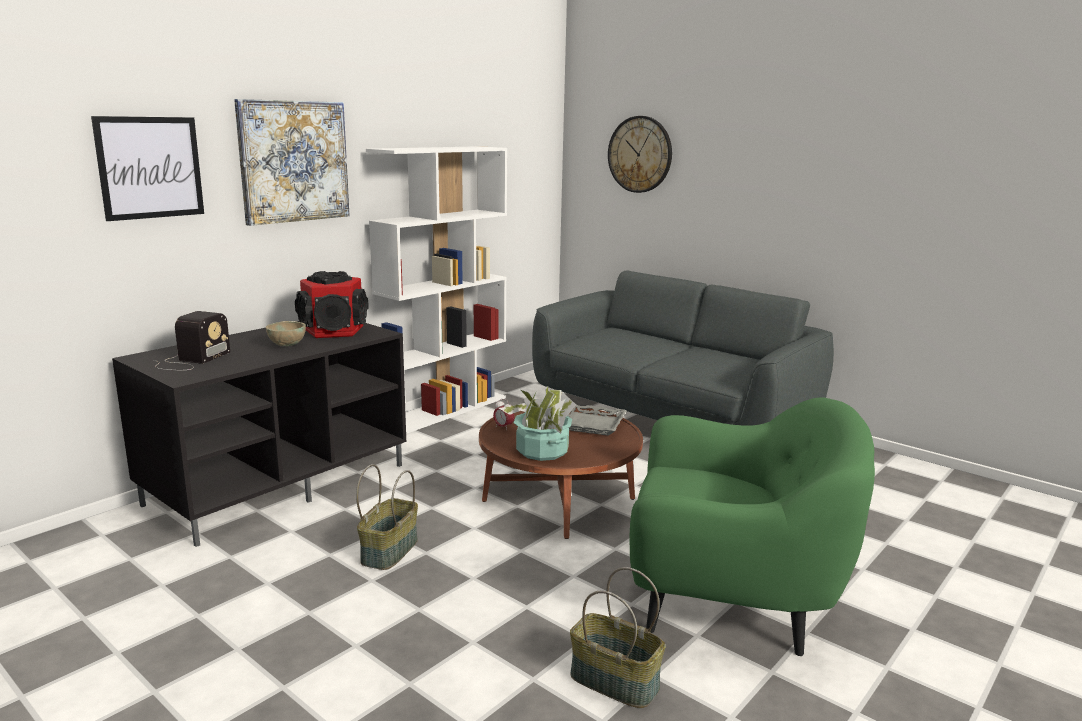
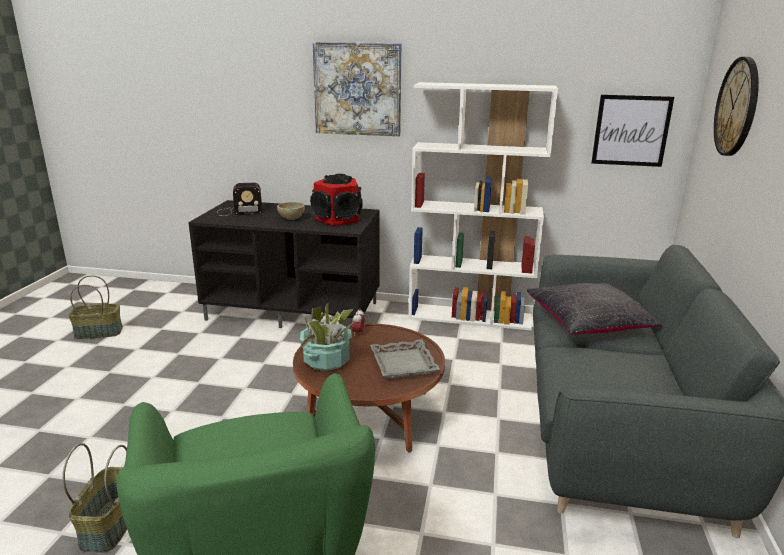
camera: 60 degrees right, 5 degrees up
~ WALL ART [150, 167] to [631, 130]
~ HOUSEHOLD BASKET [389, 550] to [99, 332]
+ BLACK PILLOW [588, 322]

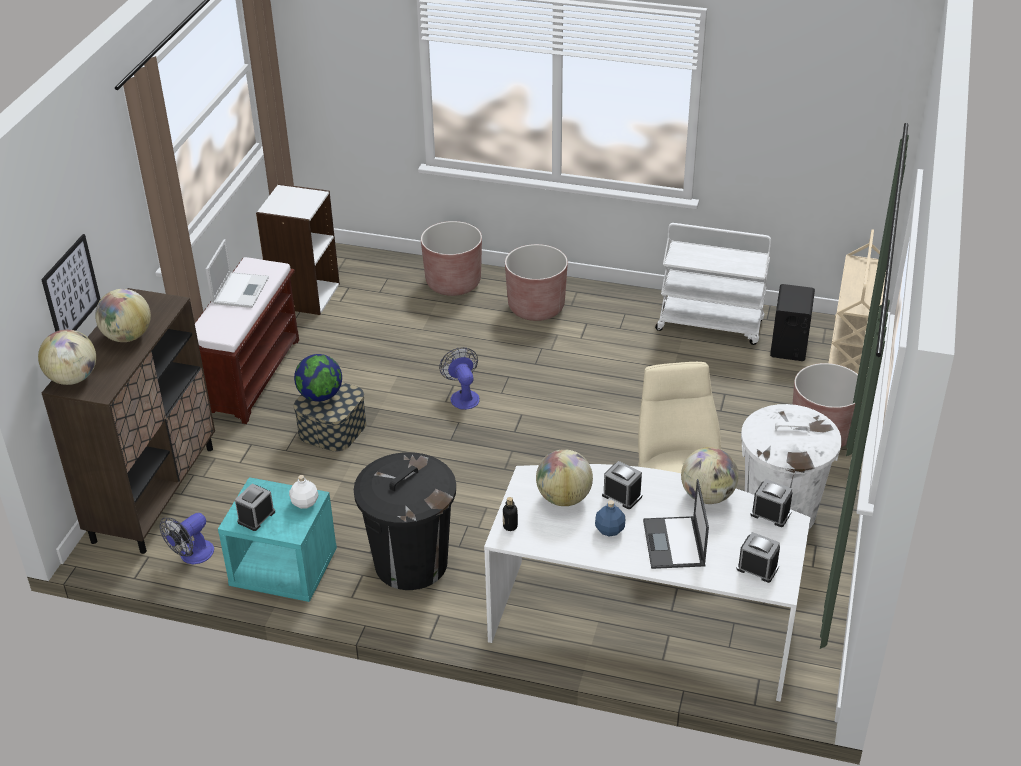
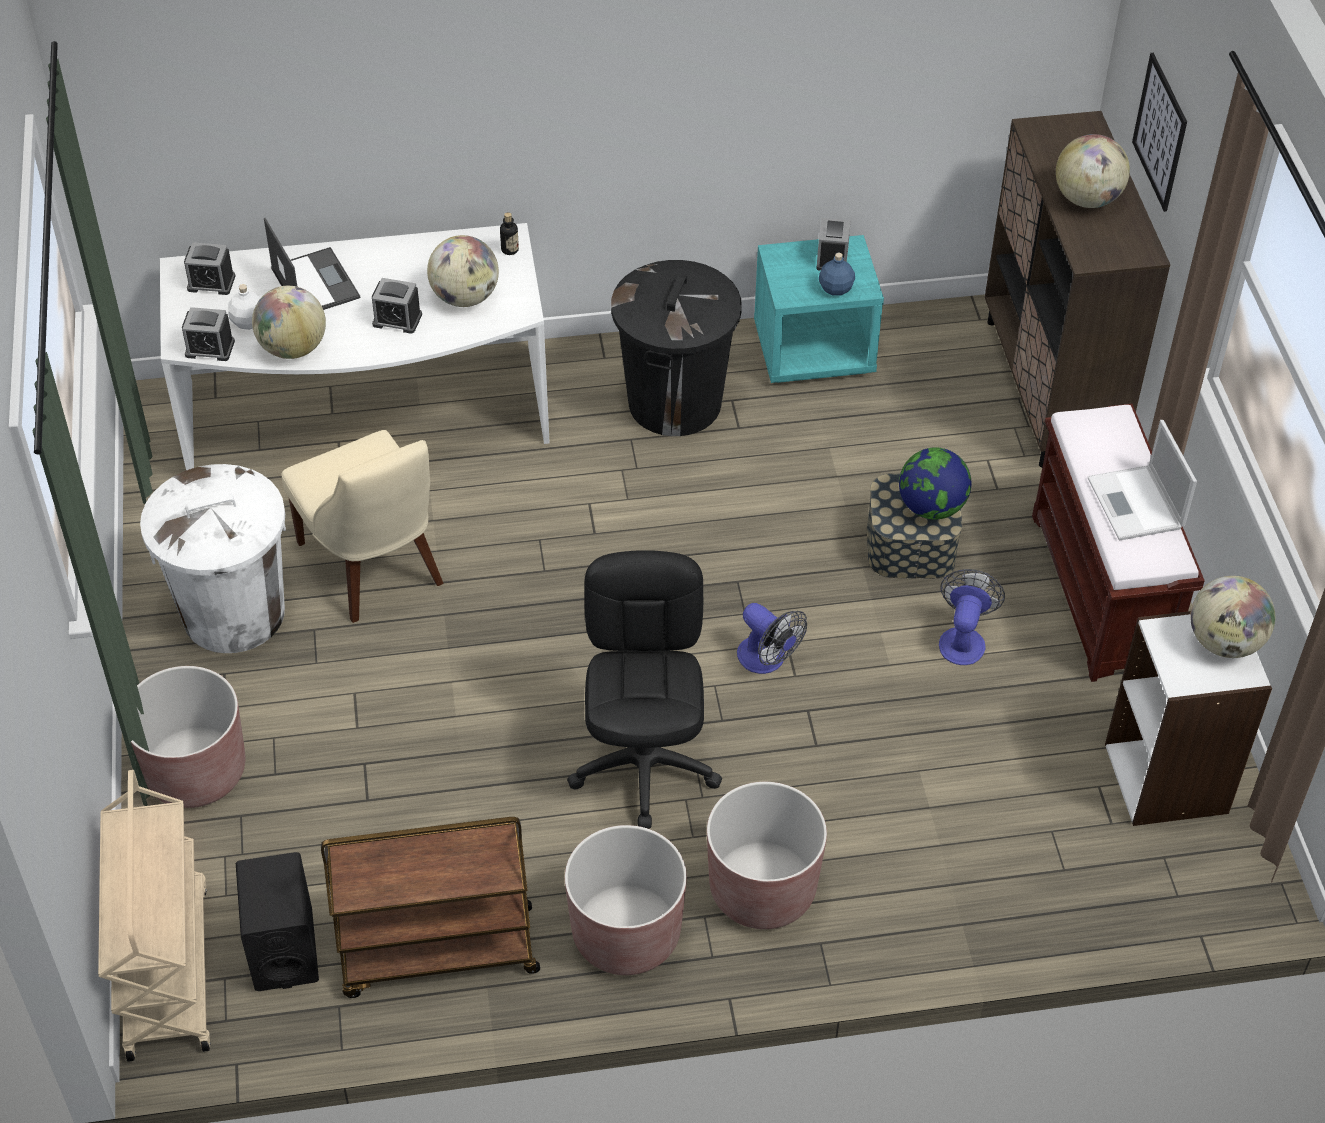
camera: 155 degrees right, 10 degrees up
~ GLOBE [73, 378] to [1224, 643]
~ FAN [192, 556] to [963, 639]
~ WHITE DRINK BOTTLE [305, 502] to [249, 322]
~ BROWN-COLOURED FLOWER POT [453, 283] to [626, 934]
~ BLUE DRINK BOTTLE [610, 529] to [835, 289]
~ WHITE CART [710, 325] to BROWN-COLOURED CART [437, 953]
+ BLACK COMPUTER CHAIR [645, 765]

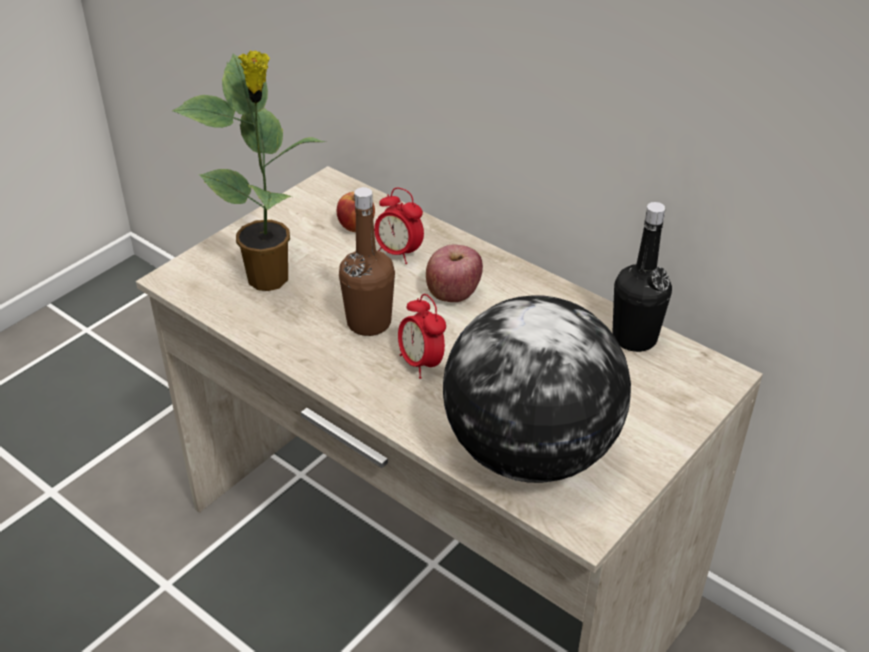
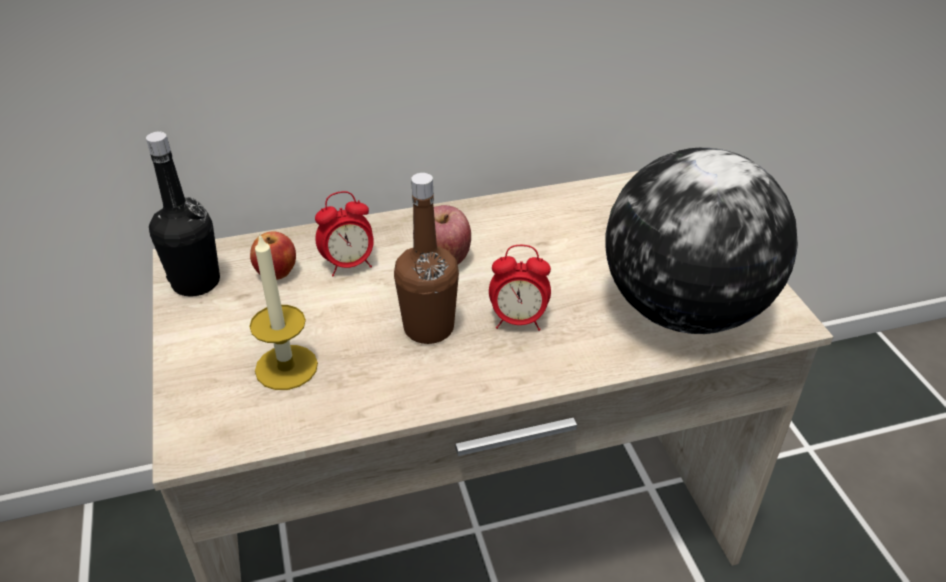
camera: 55 degrees left, 0 degrees up
~ HOUSEPLANT [270, 279] to WAX LIGHT [286, 367]
~ BLACK DRINK BOTTLE [634, 338] to [196, 282]

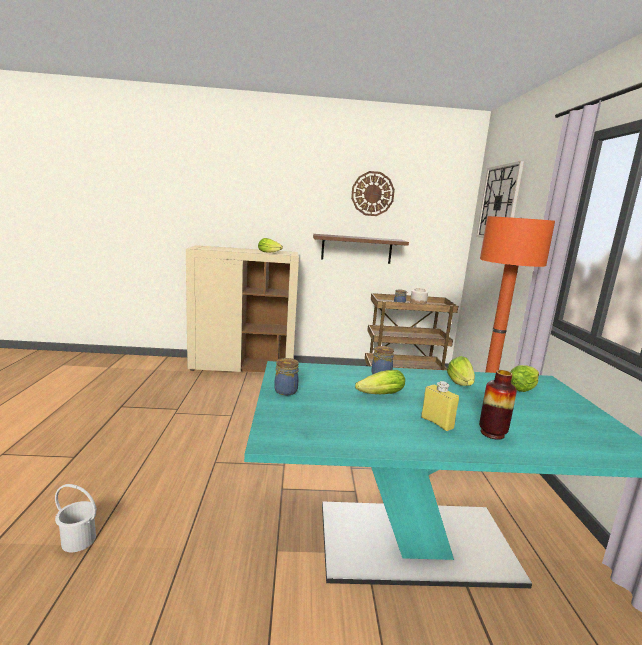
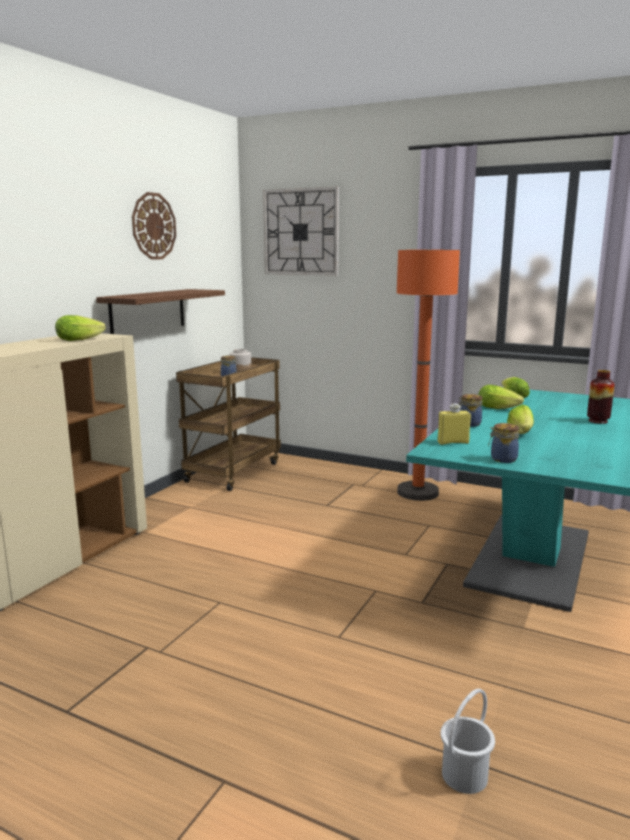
camera: 60 degrees left, 0 degrees up
~ YELLOWISH DRINK BOTTLE [437, 423] to [453, 442]

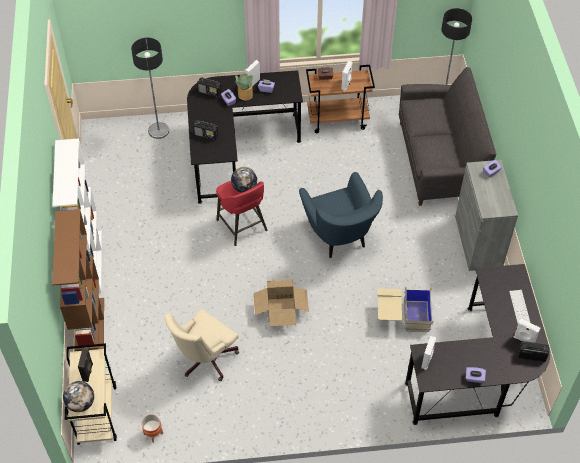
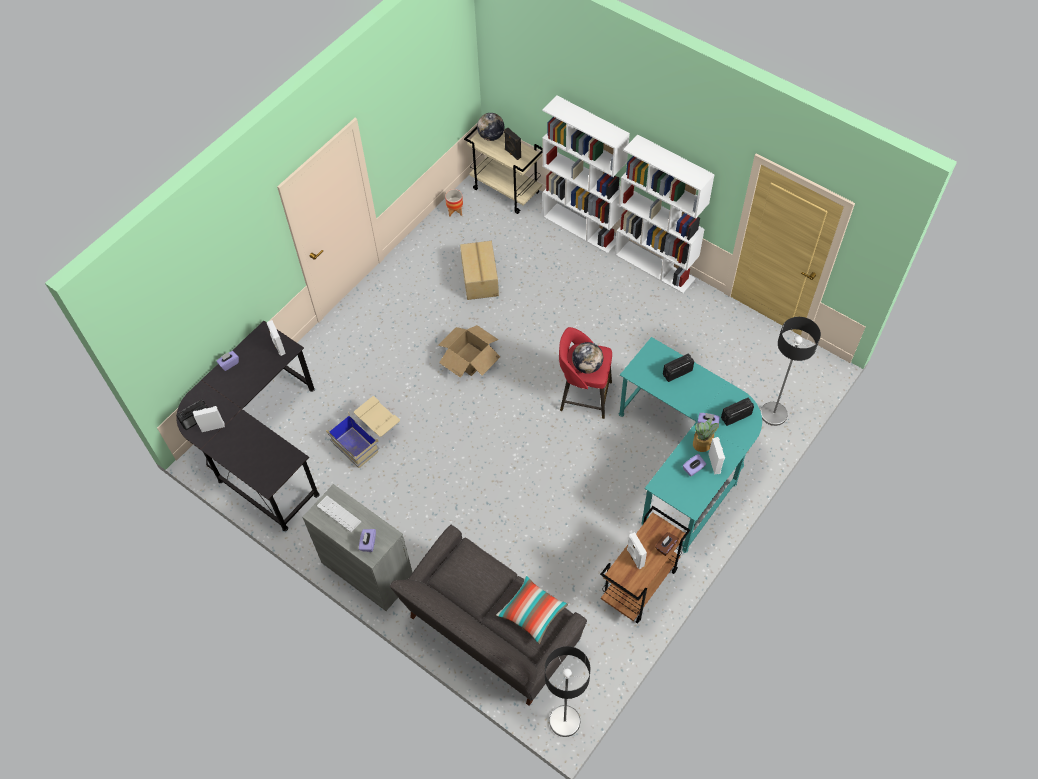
camera: 135 degrees right, 5 degrees up
~ BROWN-COLOURED SHELVING UNIT [92, 332] to WHITE SHELVING UNIT [581, 228]
~ BEIGE COMPUTER CHAIR [204, 360] to CARDBOARD BOX [480, 278]
~ BLACK DESK UNIT [236, 149] to TURQUOISE-COLOURED DESK UNIT [686, 460]
- BLUE LOUNGE CHAIR [339, 237]
~ COMPUTER KEYBOARD [519, 307] to [339, 514]
+ PILLOW [532, 612]

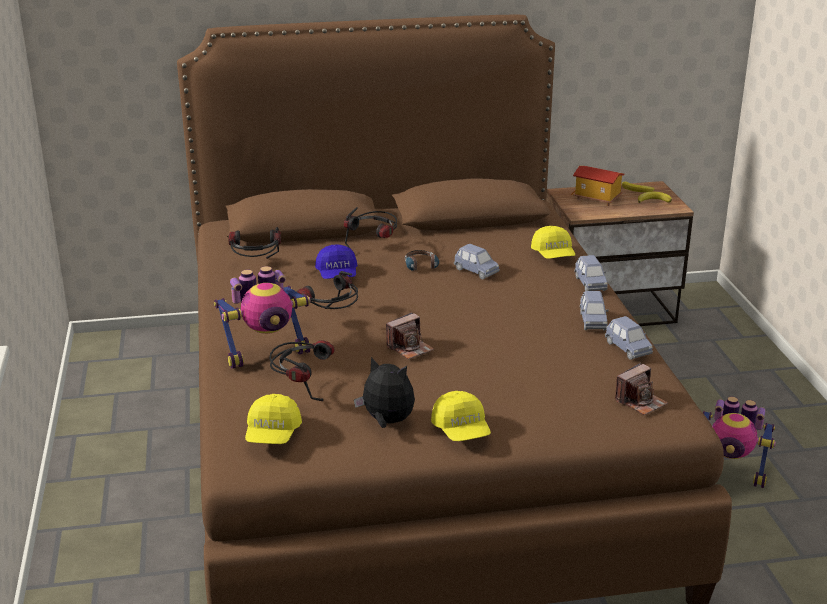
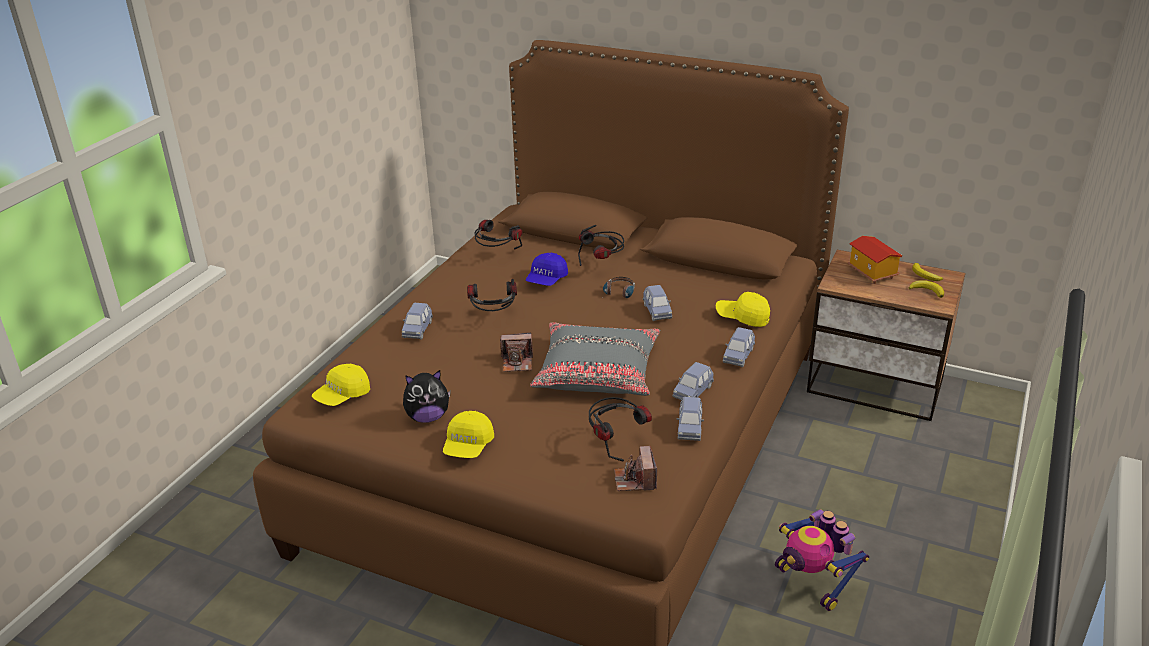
camera: 35 degrees right, 5 degrees up
~ MODEL ROBOT [267, 354] to BLUE TOY CAR [417, 330]
~ HEADSET [301, 389] to [616, 443]
~ PLUSH TOY [387, 422] = [428, 417] 105 degrees clockwise
~ YELLOWISH CAP [553, 255] = [742, 317] 90 degrees clockwise
~ PHOTO CAMERA [640, 402] = [635, 480] 90 degrees clockwise
+ GREYISH PILLOW [597, 372]

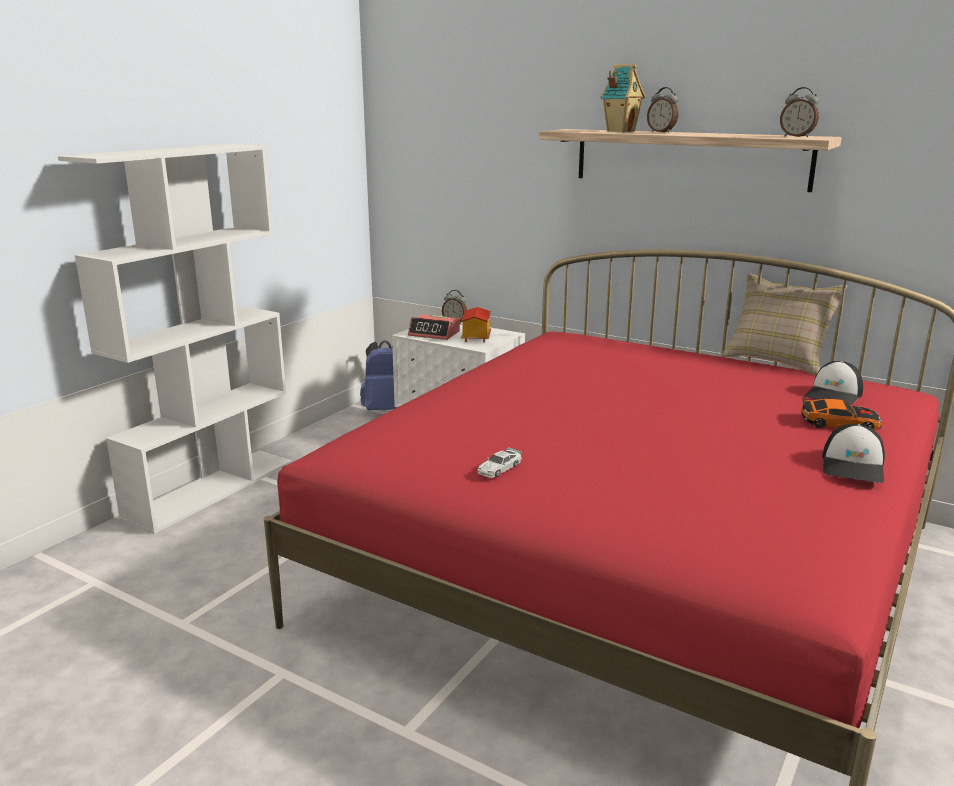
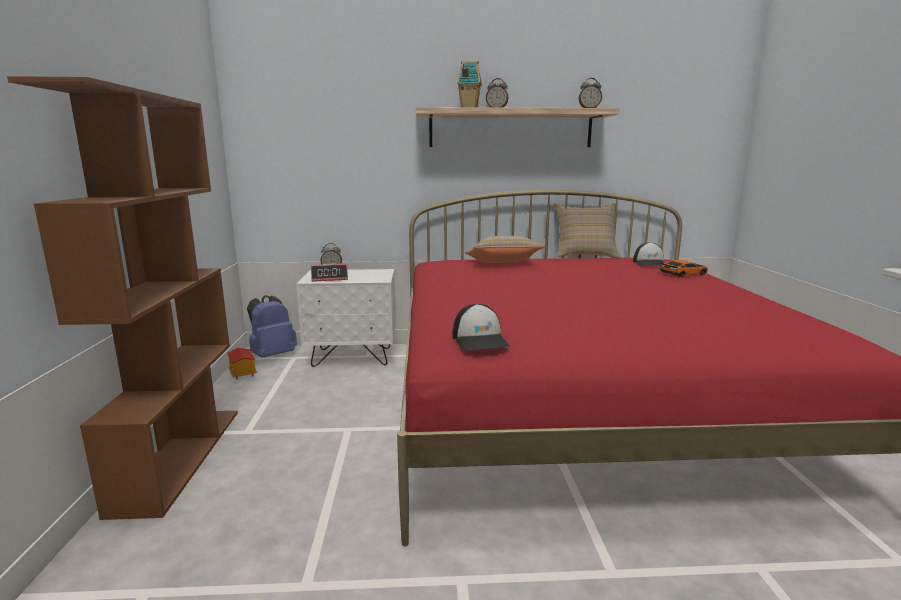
camera: 35 degrees left, 5 degrees down
~ WHITE SHELVING UNIT [212, 489] to BROWN-COLOURED SHELVING UNIT [179, 457]
~ MINIATURE HOUSE [475, 337] to [242, 373]
- TOY CAR [499, 468]
~ CAP [853, 466] to [480, 340]
+ BEIGE PILLOW [502, 264]

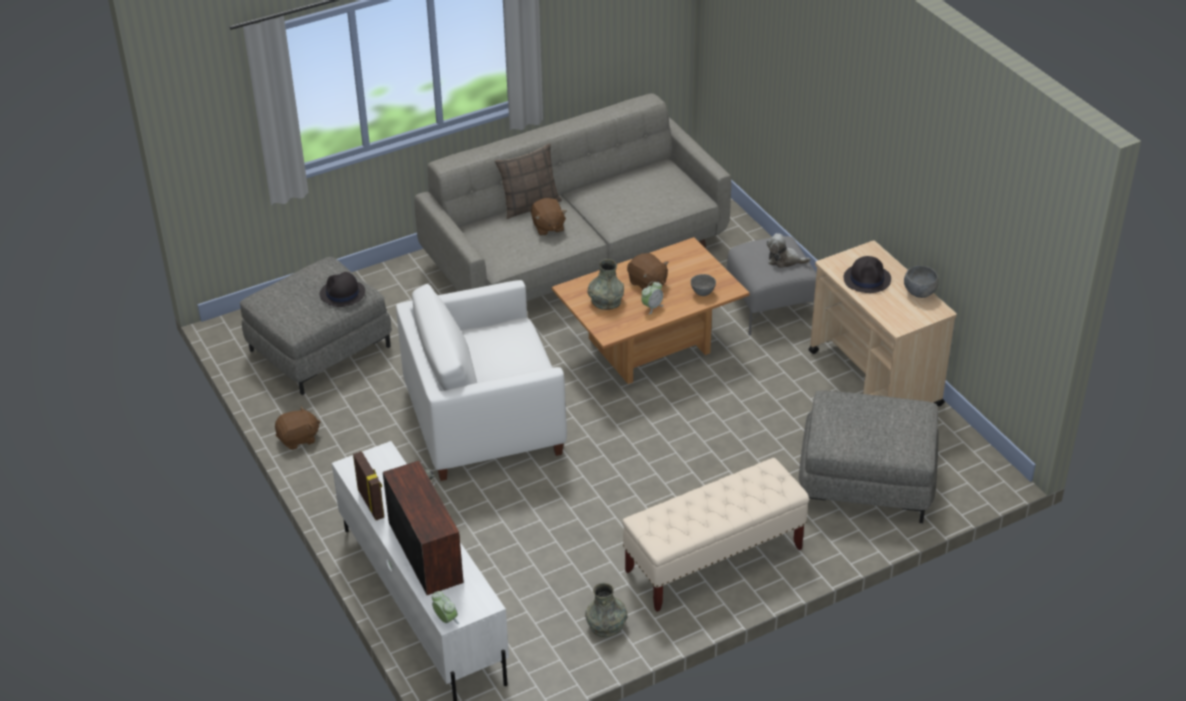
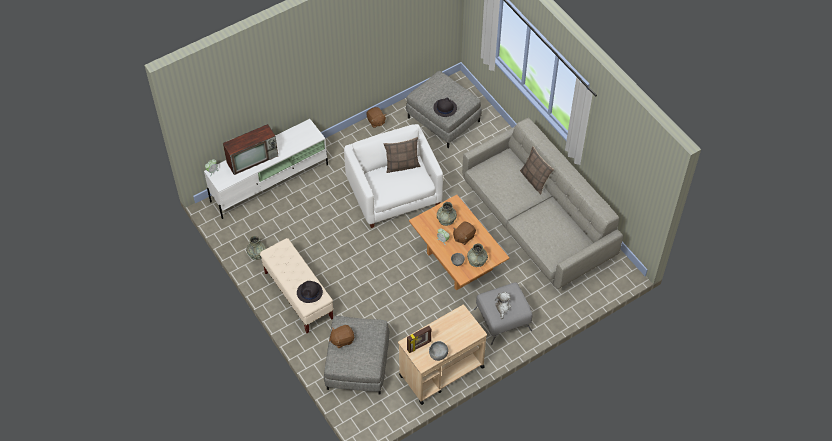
camera: 85 degrees right, 15 degrees up
~ PHOTO FRAME [371, 503] to [419, 346]
~ BROWN-COLOURED PLUSH TOY [548, 227] to [342, 340]
~ BLACK CLOTHING HAT [867, 279] to [309, 292]
+ PILLOW [402, 165]
+ GREYISH FLOWER VASE [477, 260]

